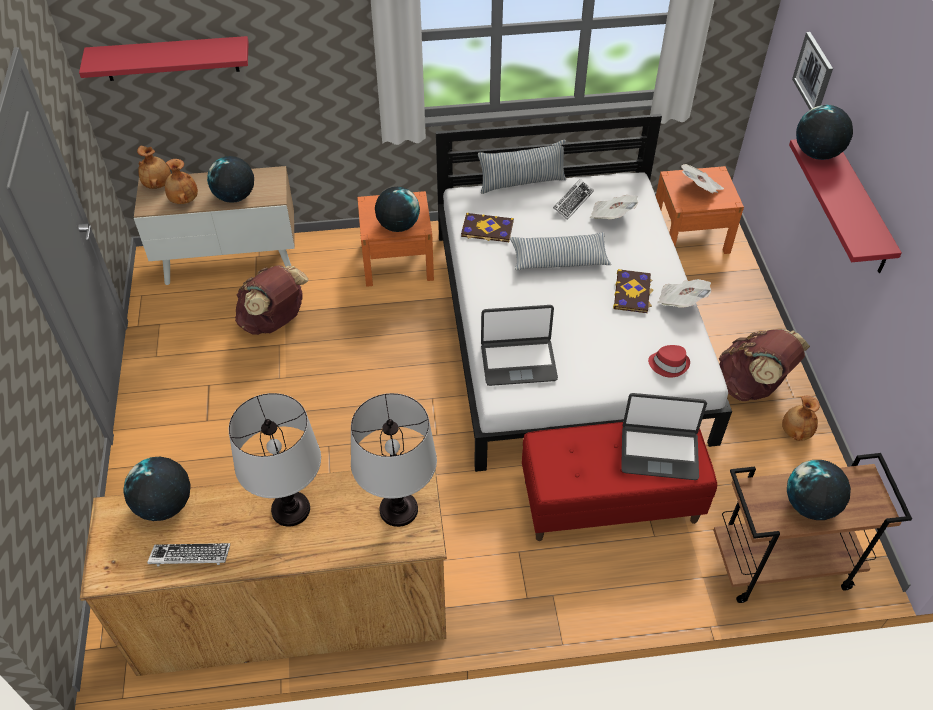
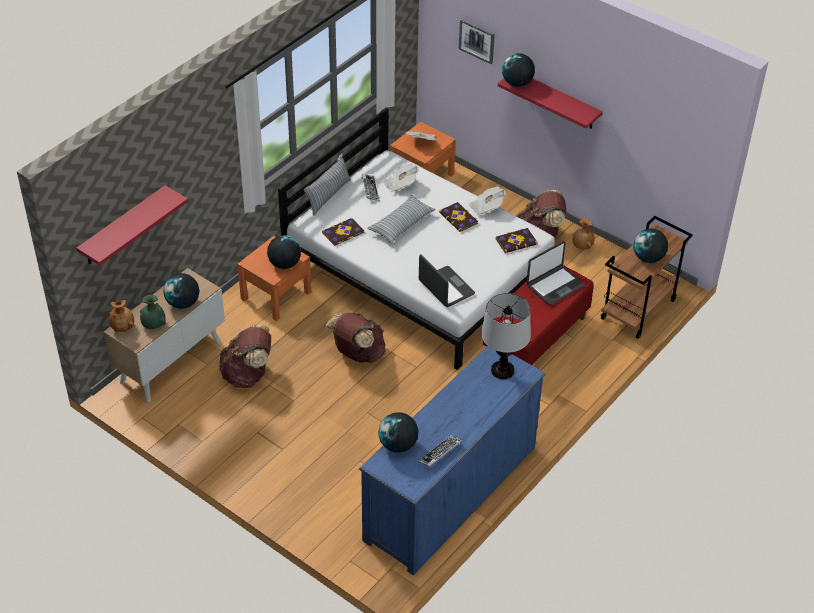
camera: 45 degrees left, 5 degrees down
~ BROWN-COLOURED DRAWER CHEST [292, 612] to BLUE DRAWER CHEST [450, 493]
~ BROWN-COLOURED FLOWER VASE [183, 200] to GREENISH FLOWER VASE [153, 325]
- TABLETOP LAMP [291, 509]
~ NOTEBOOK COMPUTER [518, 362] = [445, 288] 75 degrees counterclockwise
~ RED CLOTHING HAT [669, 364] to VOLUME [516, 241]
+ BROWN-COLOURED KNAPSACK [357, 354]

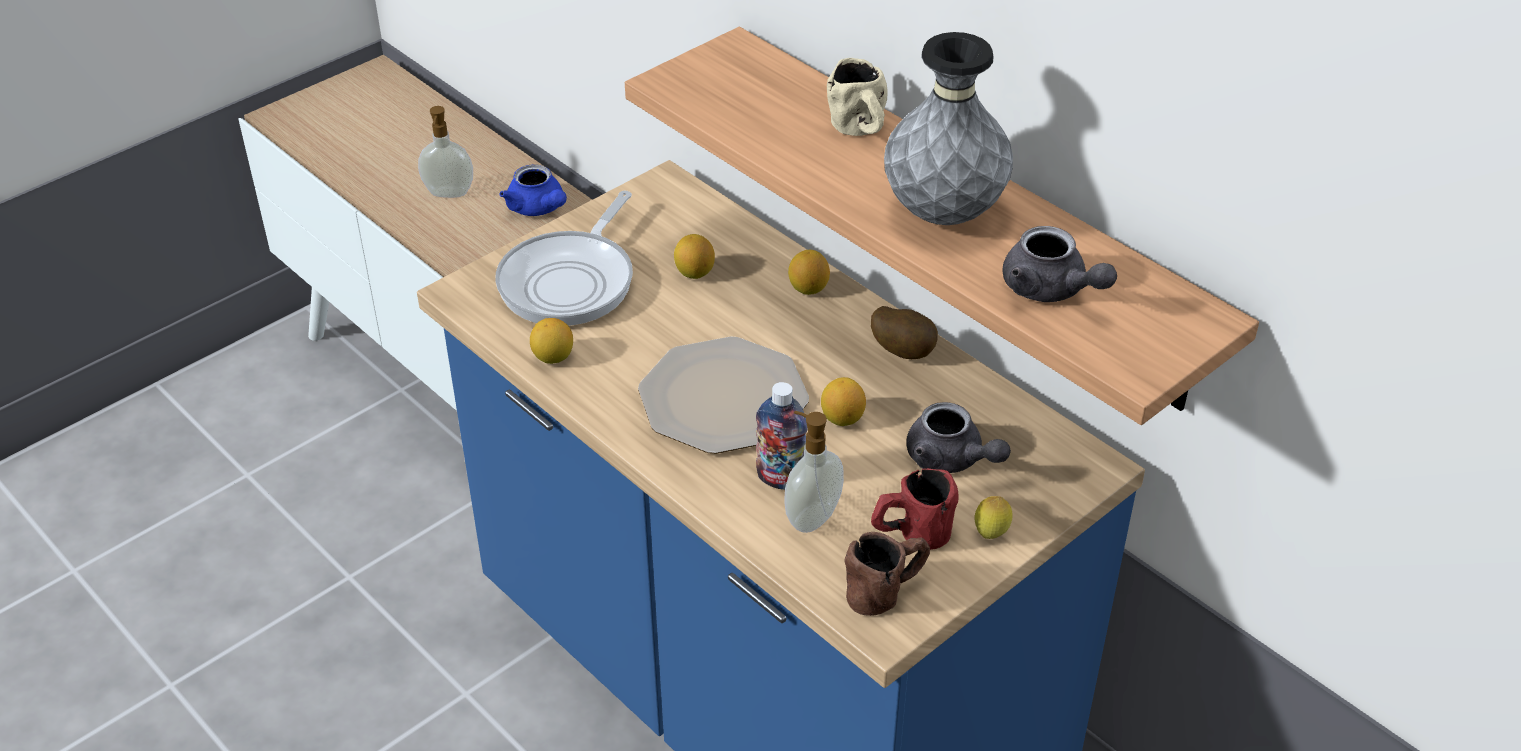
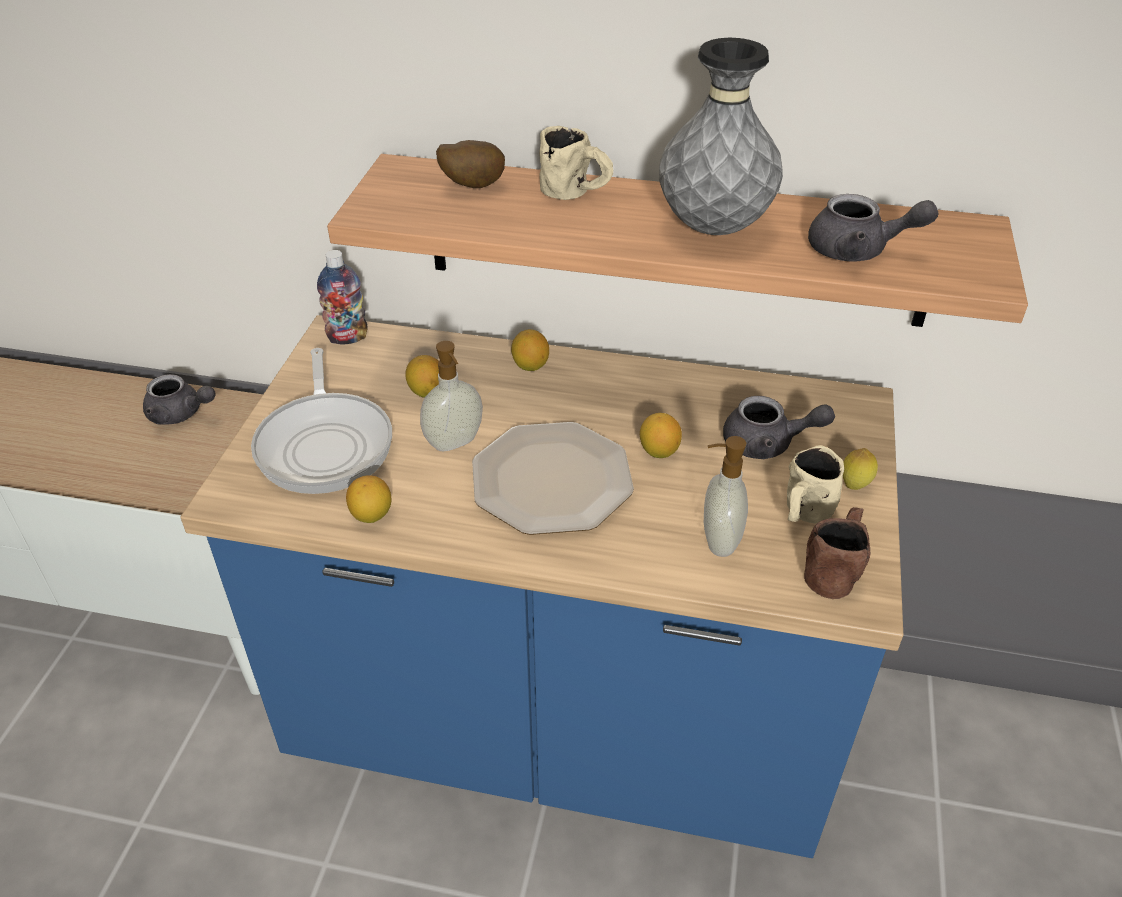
camera: 35 degrees left, 0 degrees up
~ LIQUID SOAP BOTTLE [449, 194] to [455, 443]
~ BLUE POT FOR TEA [538, 209] to GREYISH POT FOR TEA [180, 414]
~ DRINK BOTTLE [780, 479] to [347, 337]
~ SPUD [904, 351] to [472, 185]
~ RED COFFEE MUG [910, 536] to BEIGE COFFEE MUG [803, 516]

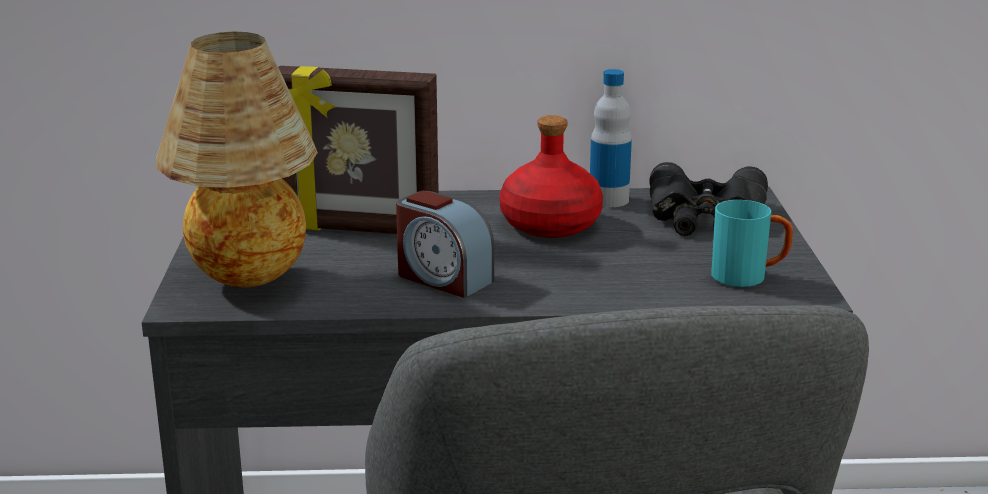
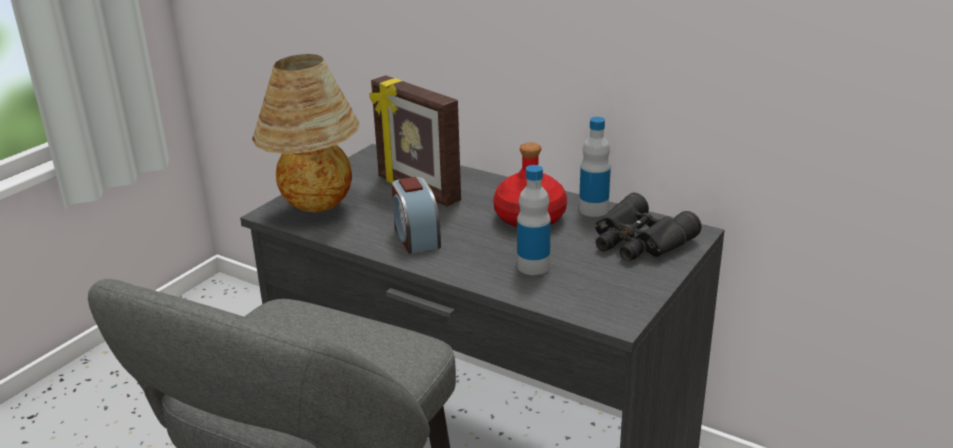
camera: 35 degrees right, 5 degrees up
- TURQUOISE-COLOURED COFFEE MUG [749, 277]
+ DRINK BOTTLE [533, 266]

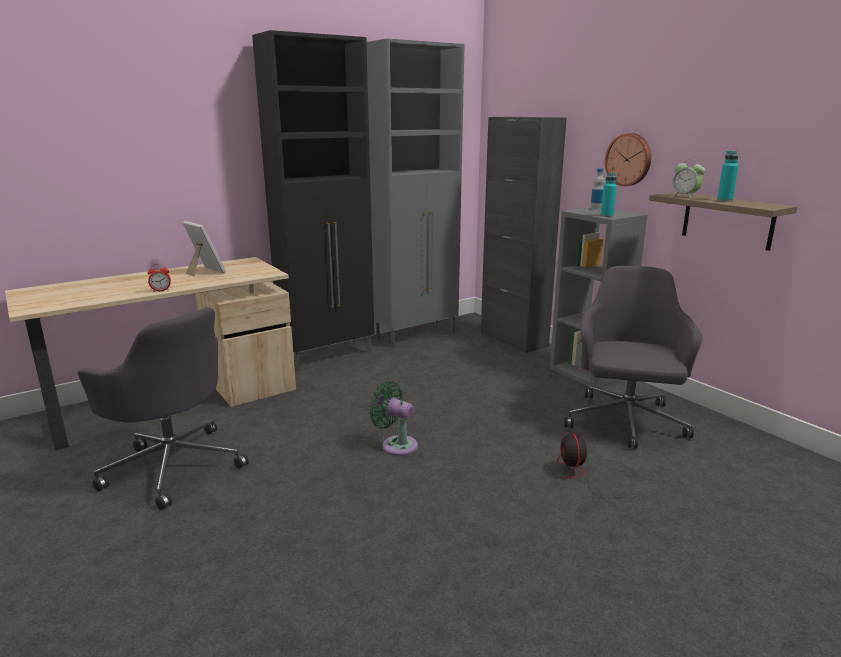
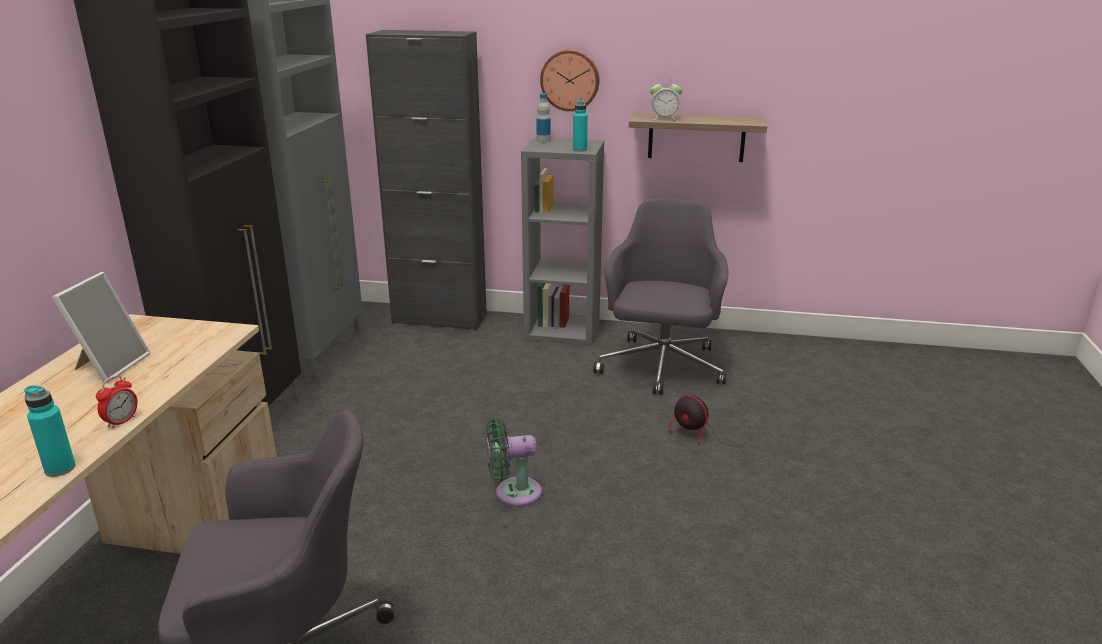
camera: 45 degrees left, 5 degrees up
~ PHOTO FRAME [204, 272] = [110, 366] 105 degrees clockwise
~ GREYISH COMPUTER CHAIR [625, 422] = [661, 368] 45 degrees clockwise
~ TURQUOISE-COLOURED DRINK BOTTLE [724, 200] to [60, 469]

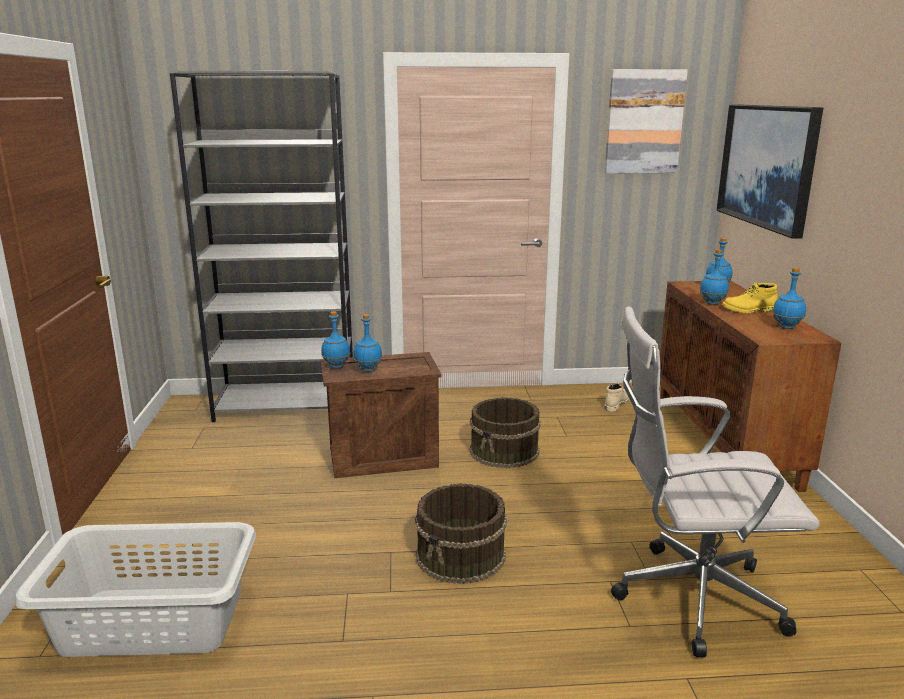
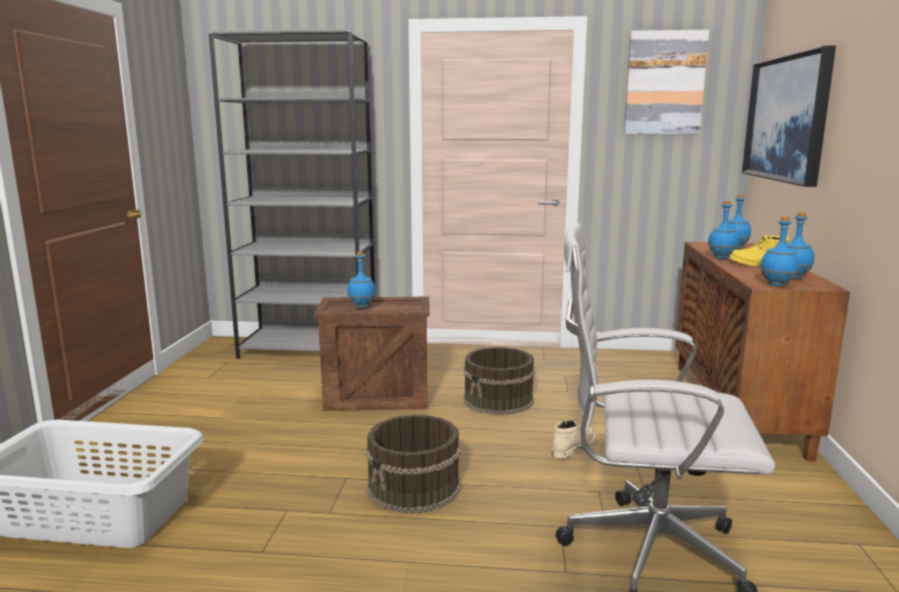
camera: 10 degrees right, 5 degrees down
~ BLUE DRINK BOTTLE [336, 366] to [776, 284]
~ BEIGE TALL BOOT [616, 404] to [572, 447]

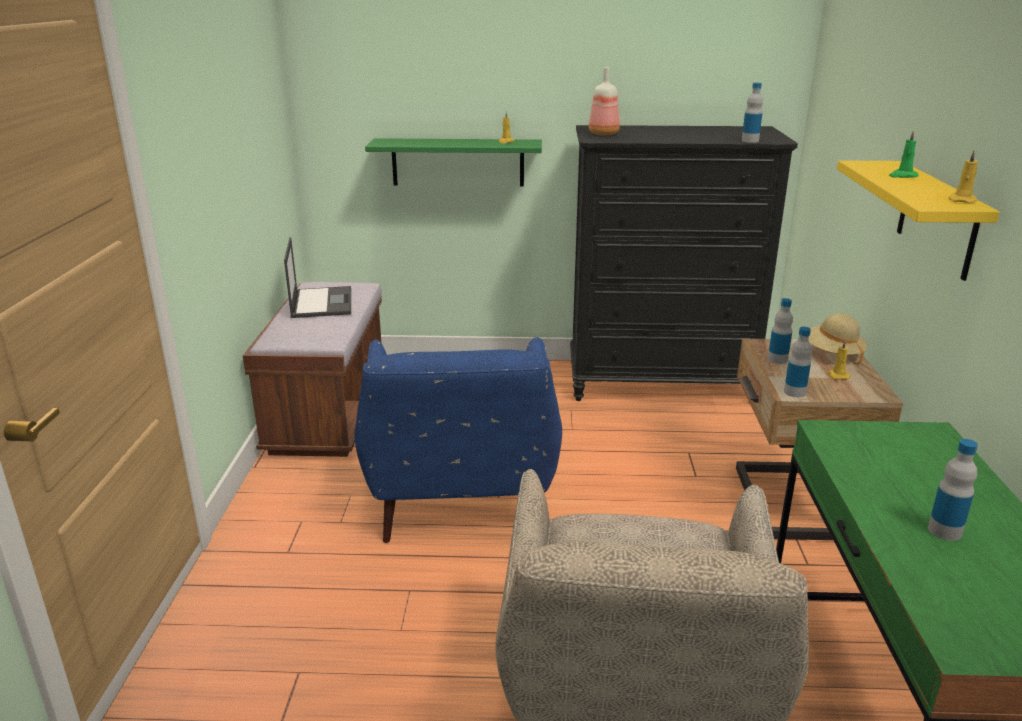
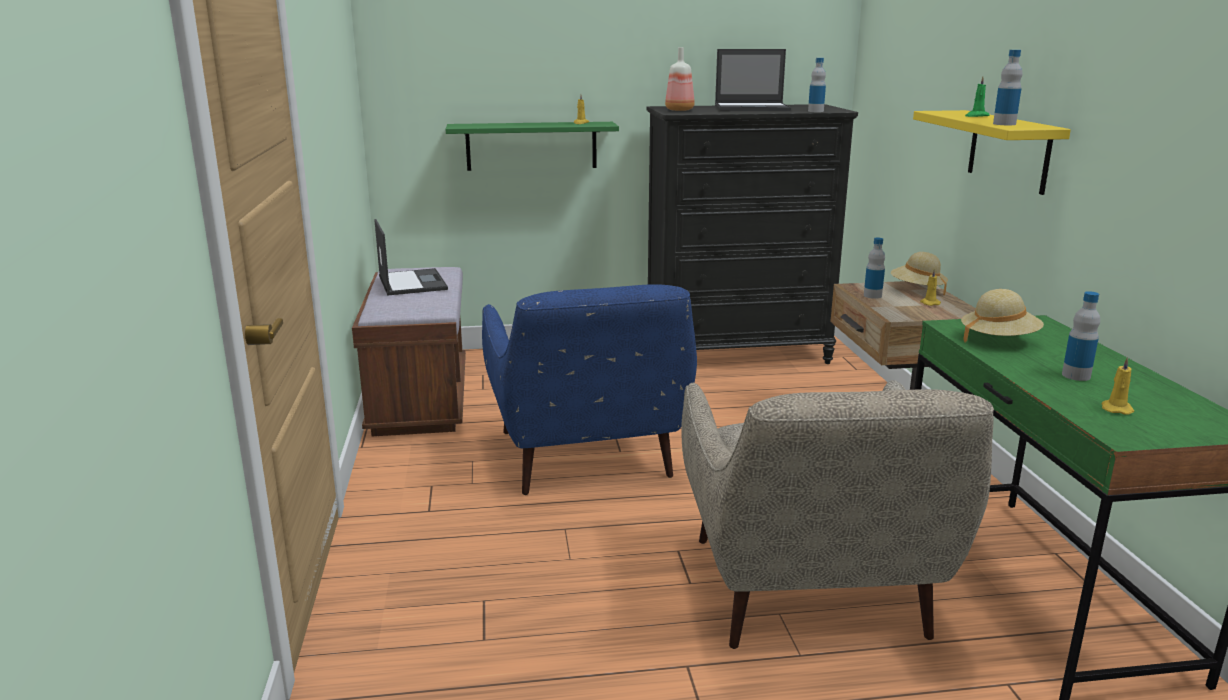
camera: 10 degrees left, 5 degrees down
~ DRINK BOTTLE [794, 392] to [1004, 124]
~ YELLOWISH WAX LIGHT [962, 200] to [1116, 409]
+ NOTEBOOK COMPUTER [752, 108]
+ BEIGE CLOTHING HAT [998, 340]

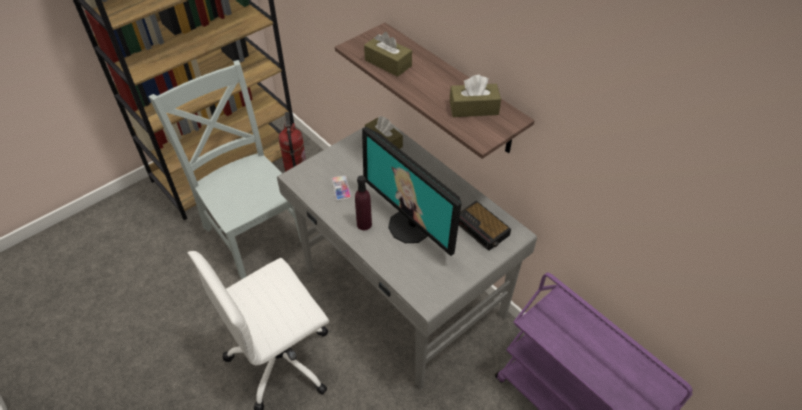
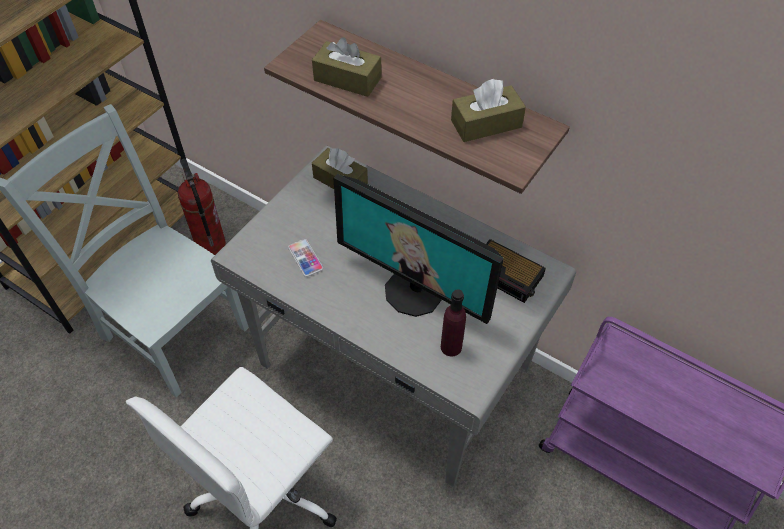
camera: 15 degrees left, 5 degrees up
~ PURPLE-COLOURED DRINK BOTTLE [364, 224] to [451, 347]

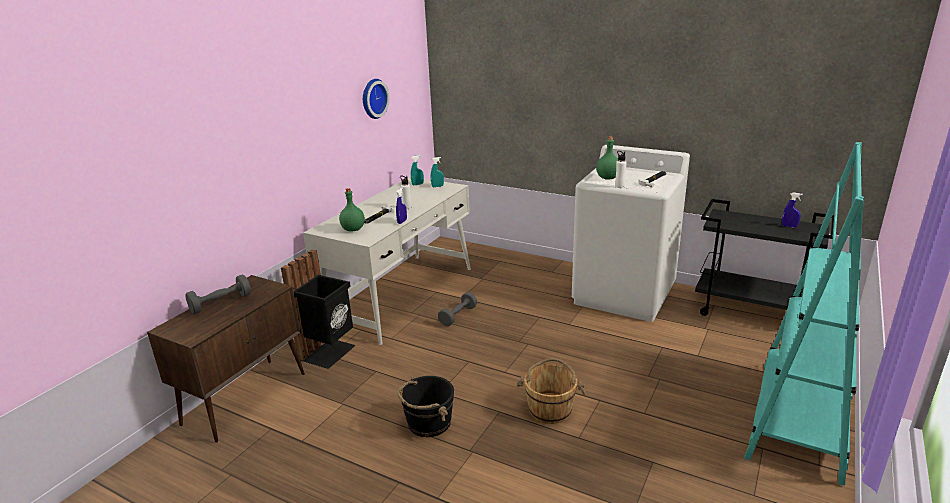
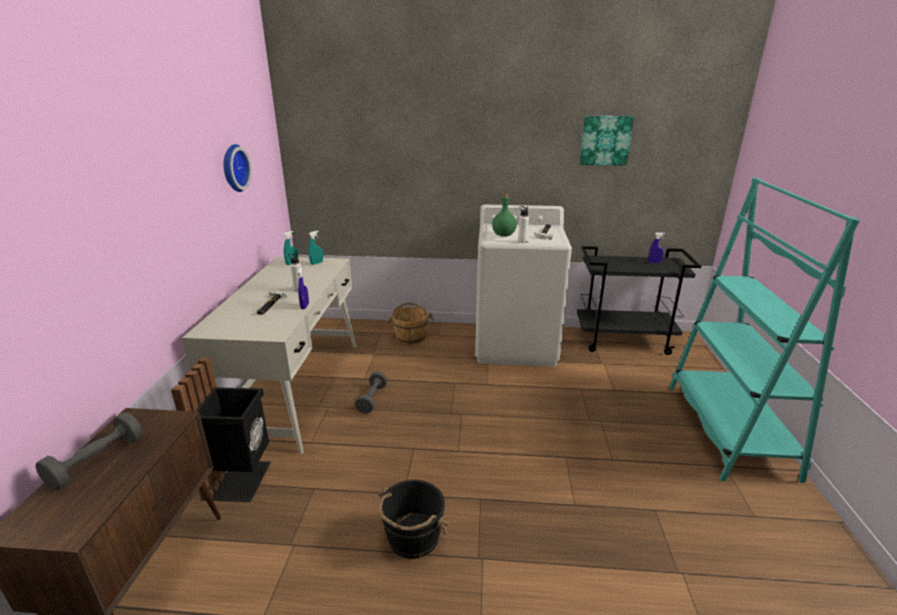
camera: 25 degrees left, 0 degrees up
- GREENISH DRINK BOTTLE [352, 229]
~ BROWN-COLOURED PAIL [550, 409] to [410, 337]
+ WALL ART [605, 140]

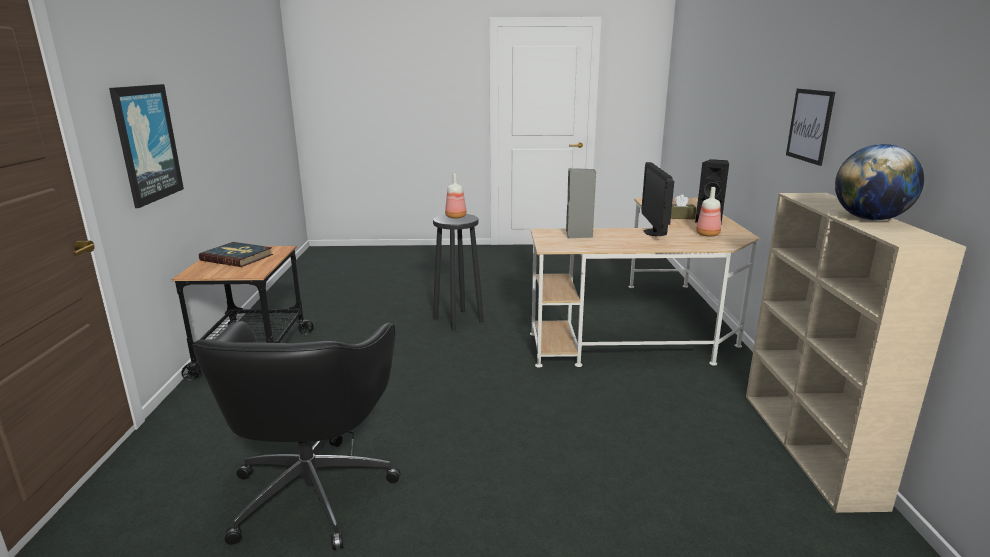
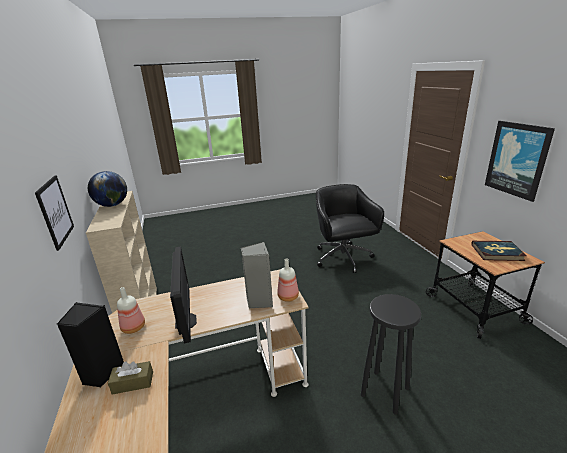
camera: 165 degrees right, 5 degrees up
~ DRINK BOTTLE [455, 216] to [288, 297]

